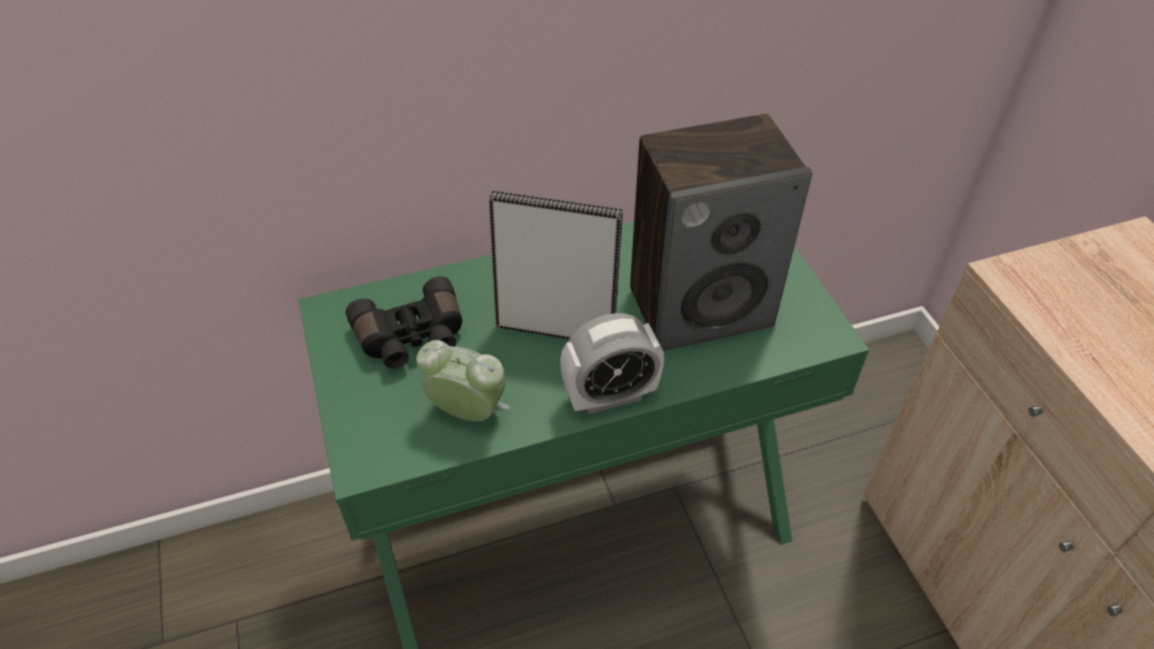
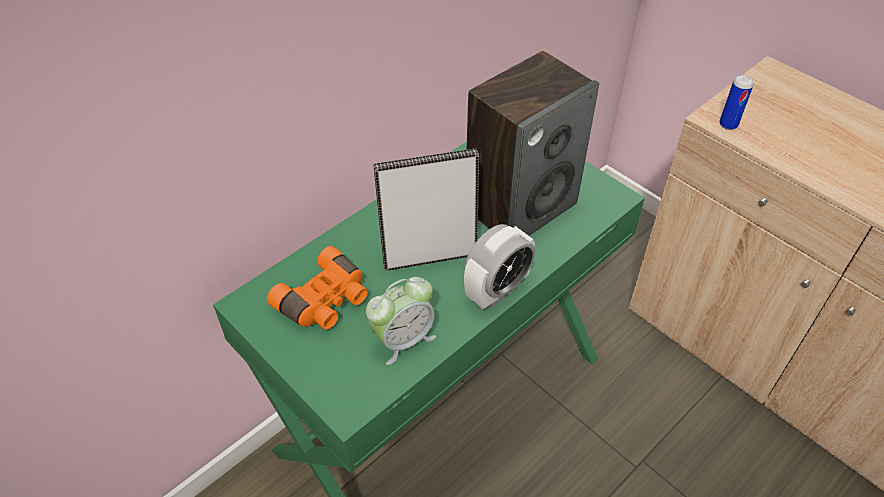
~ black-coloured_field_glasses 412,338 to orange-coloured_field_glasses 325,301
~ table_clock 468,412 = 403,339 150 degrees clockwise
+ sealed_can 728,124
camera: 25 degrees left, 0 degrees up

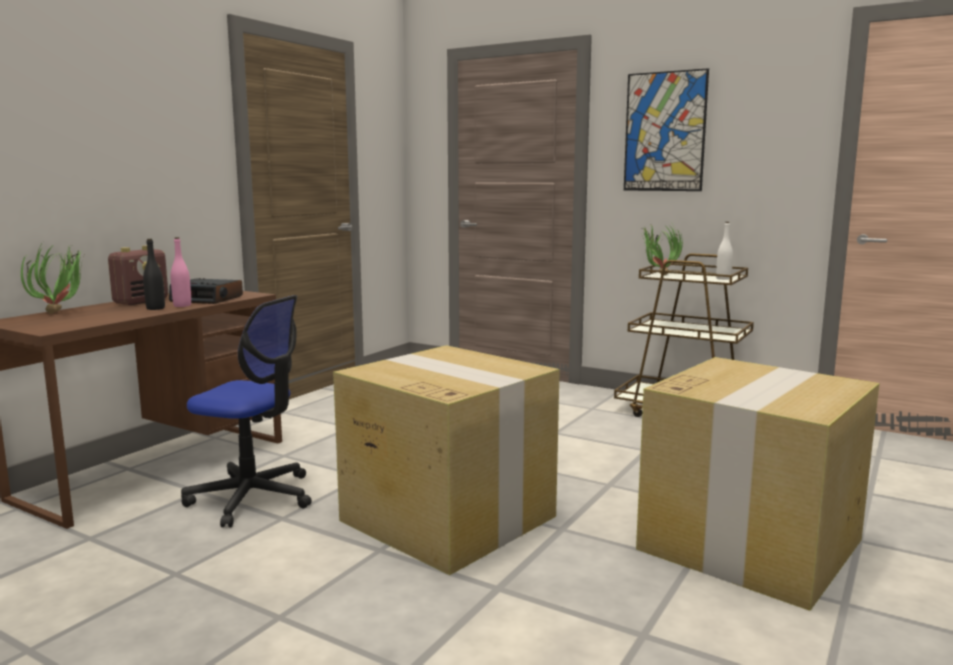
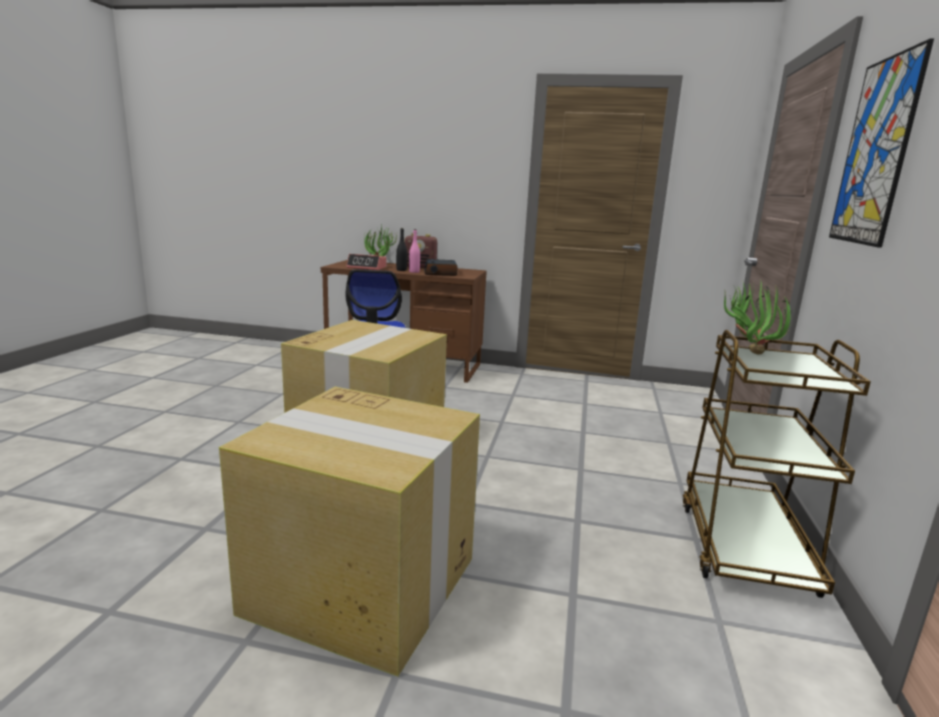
- whitish_beverage_bottle 723,279
+ table_clock 367,267
camera: 70 degrees right, 5 degrees up

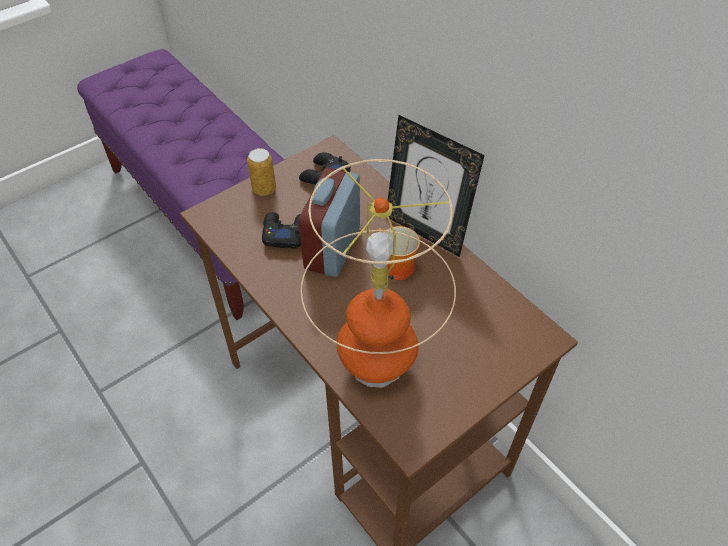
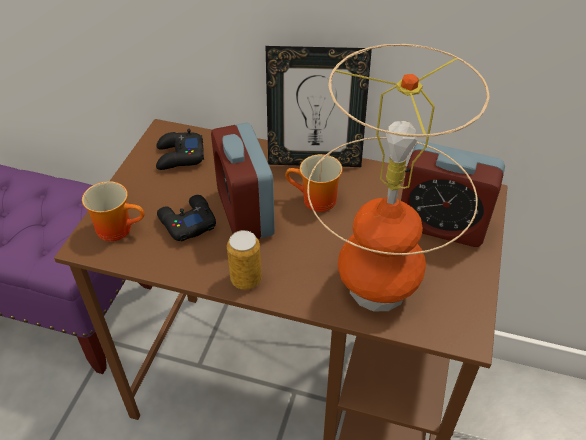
~ sealed_can 264,189 to 246,279
+ table_clock 441,225
+ tea_mug 119,227
camera: 35 degrees left, 5 degrees down

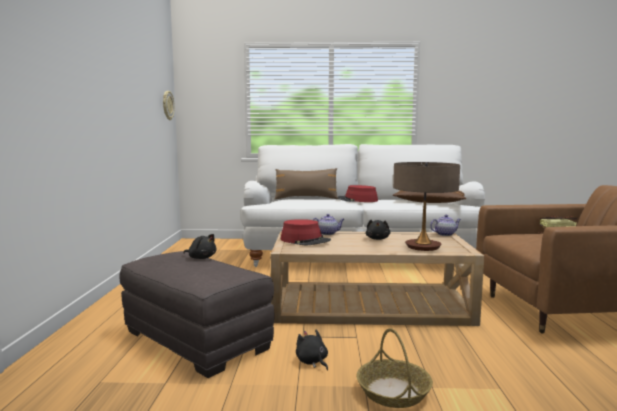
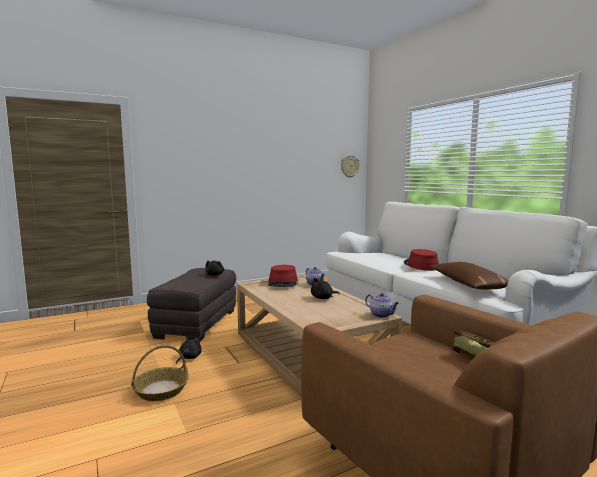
- lamp_for_a_table 423,247
- brown-coloured_pillow 306,198
camera: 60 degrees right, 0 degrees up

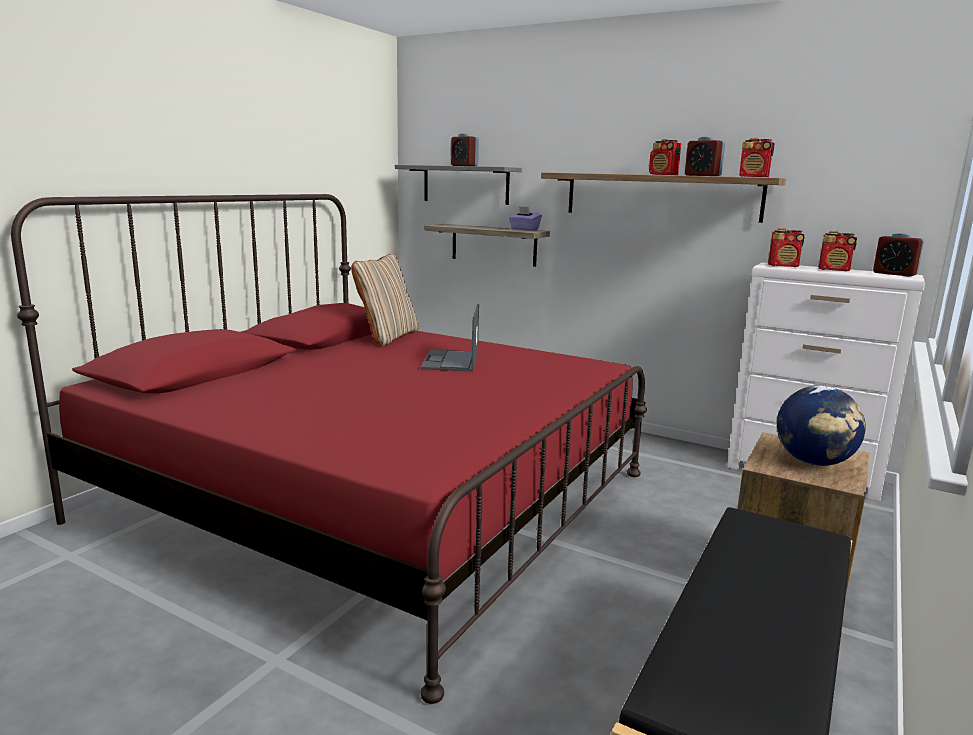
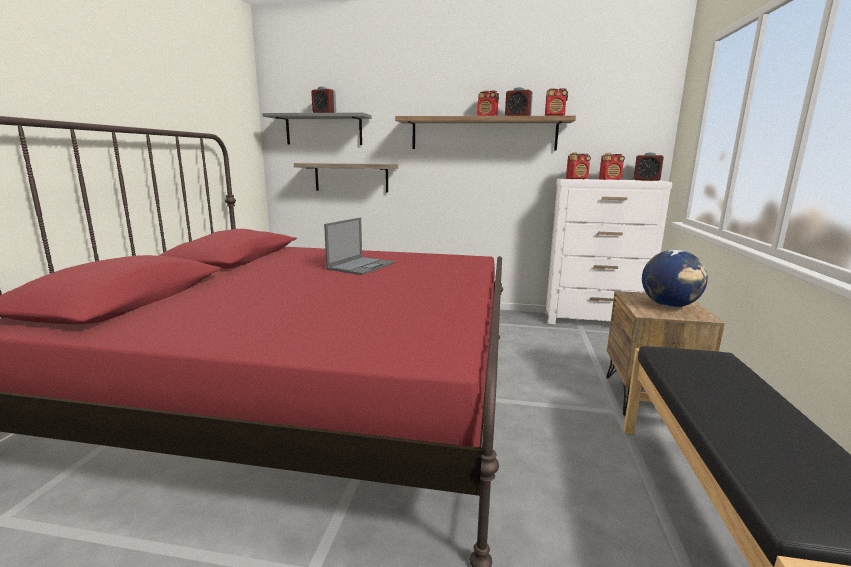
- purplish_box_of_tissues 524,229
- sand-coloured_pillow 387,337
~ notebook_computer 451,361 = 361,266 135 degrees counterclockwise
camera: 20 degrees left, 0 degrees up

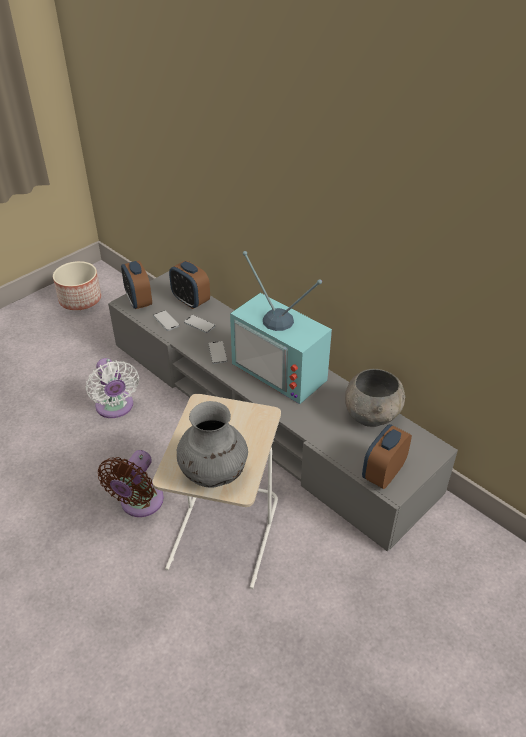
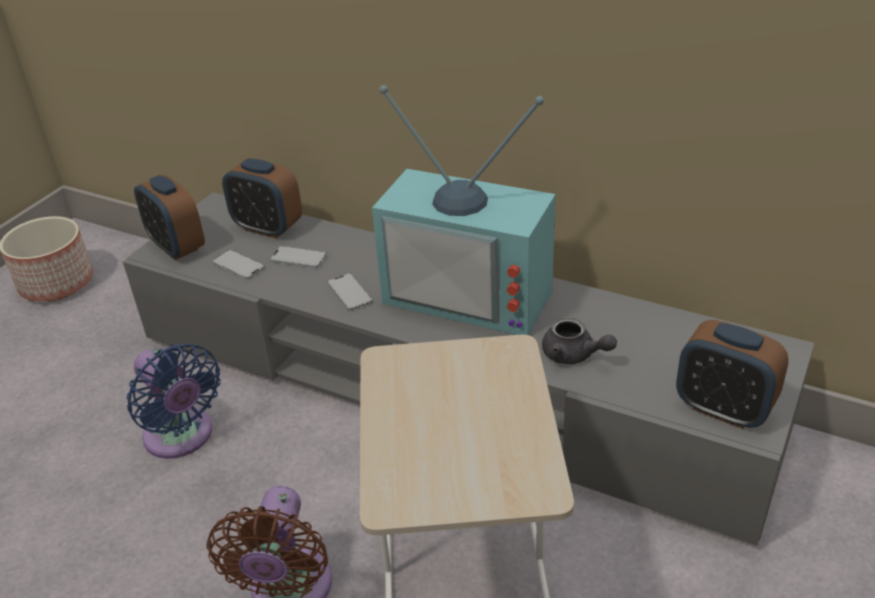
~ whitish_electric_fan 115,407 to blue_electric_fan 182,437
- grey_serving_bowl 372,416
- grey_vase 213,474
~ table_clock 383,473 = 723,409 75 degrees counterclockwise
+ grey_pot_for_tea 574,355
camera: 15 degrees left, 5 degrees down

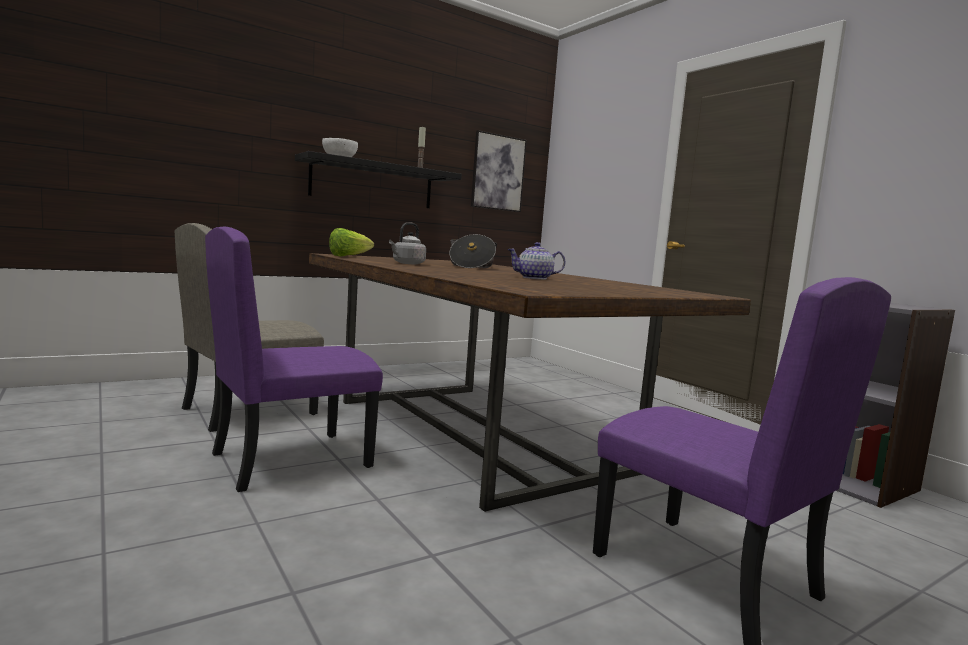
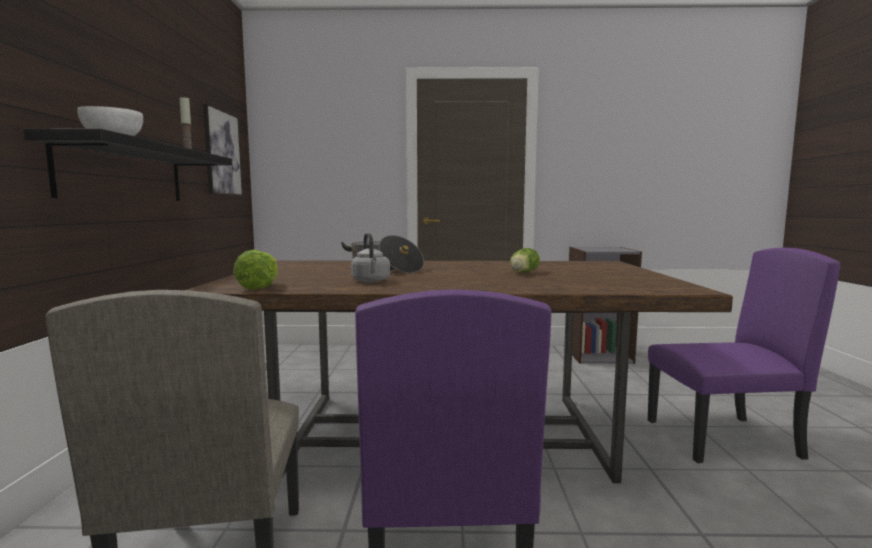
~ pot_for_tea 535,278 to lettuce_head 522,273
camera: 55 degrees left, 0 degrees up

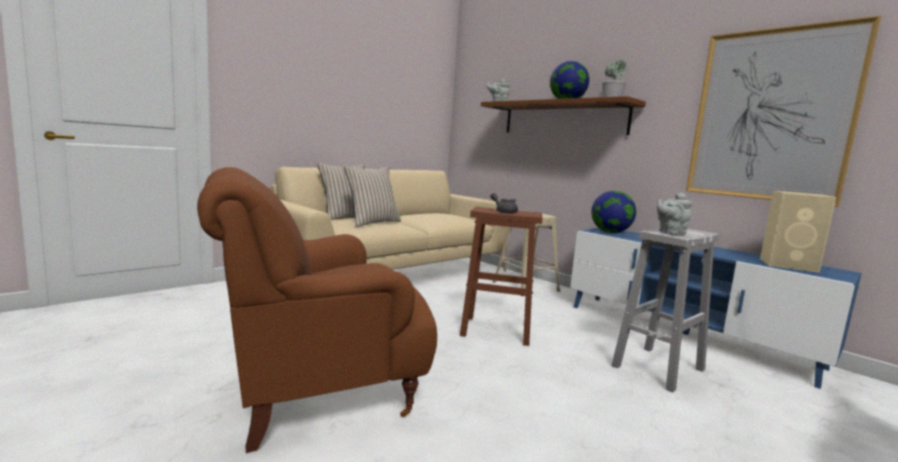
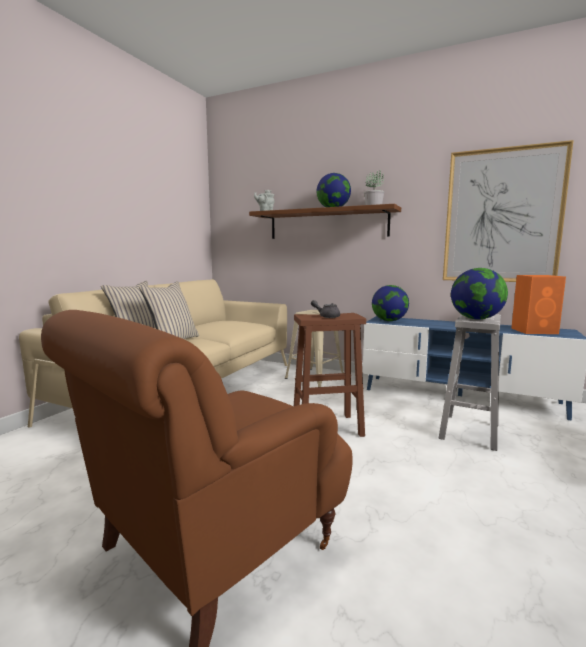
~ sand-coloured_loudspeaker 789,265 to orange-coloured_loudspeaker 535,331
~ grey_pot_for_tea 670,232 to desk_globe 476,319
camera: 20 degrees left, 0 degrees up

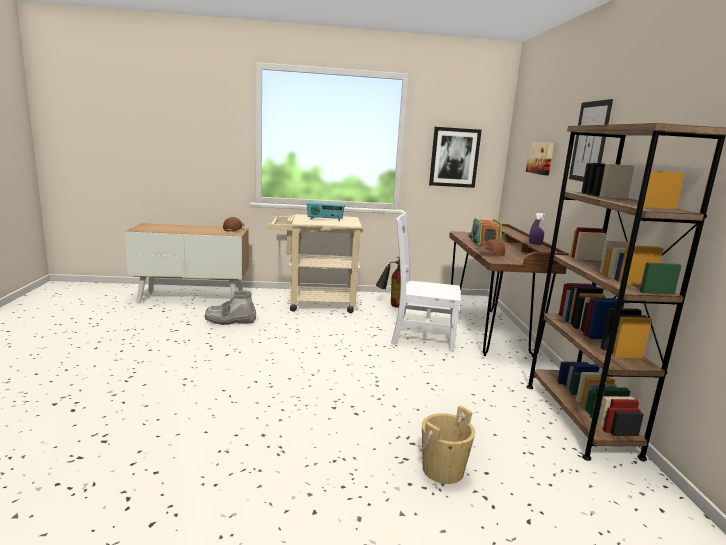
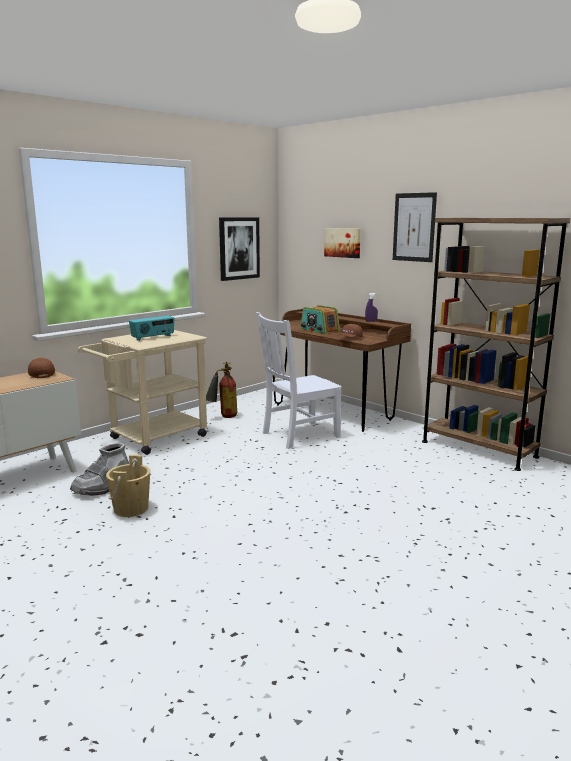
~ sand-coloured_water_bucket 443,470 to 131,509
camera: 40 degrees left, 0 degrees up

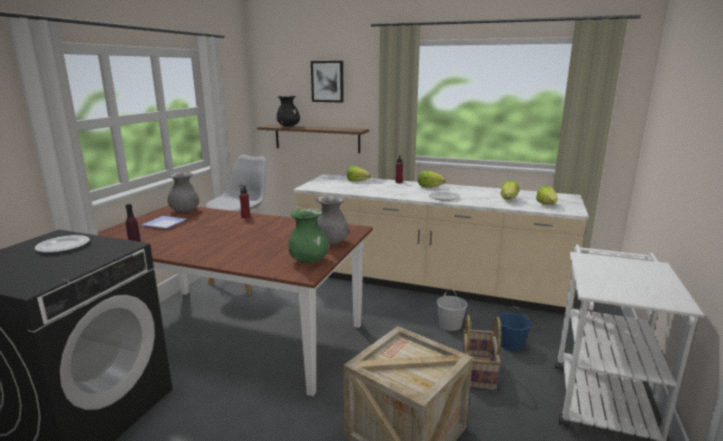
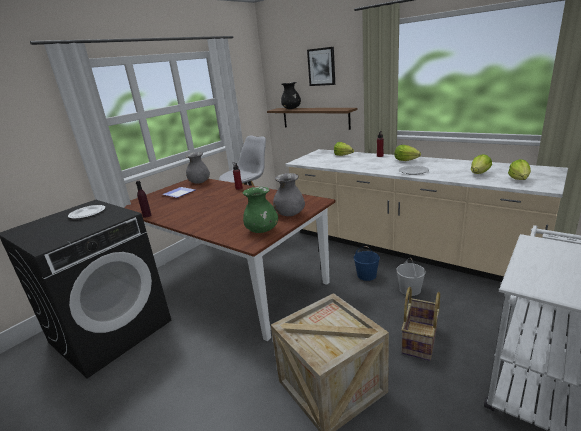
~ blue_water_bucket 511,344 to 367,275
camera: 20 degrees right, 5 degrees up

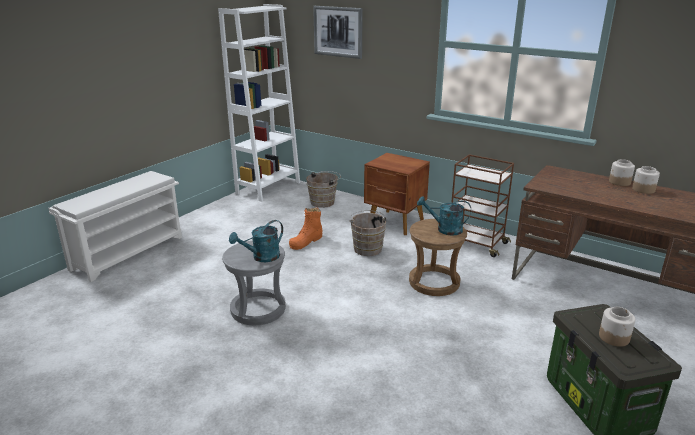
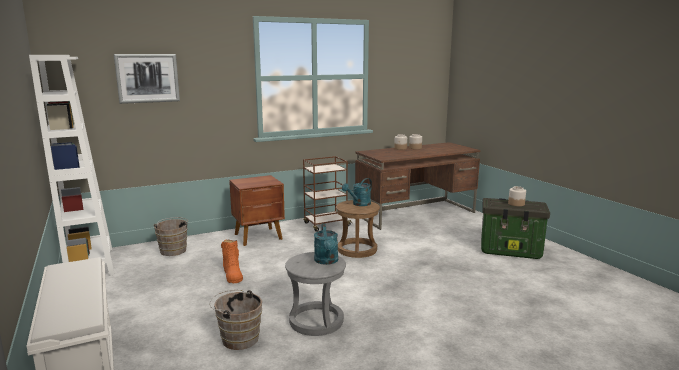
~ brown-coloured_water_bucket 367,248 to 238,338
camera: 60 degrees left, 10 degrees down

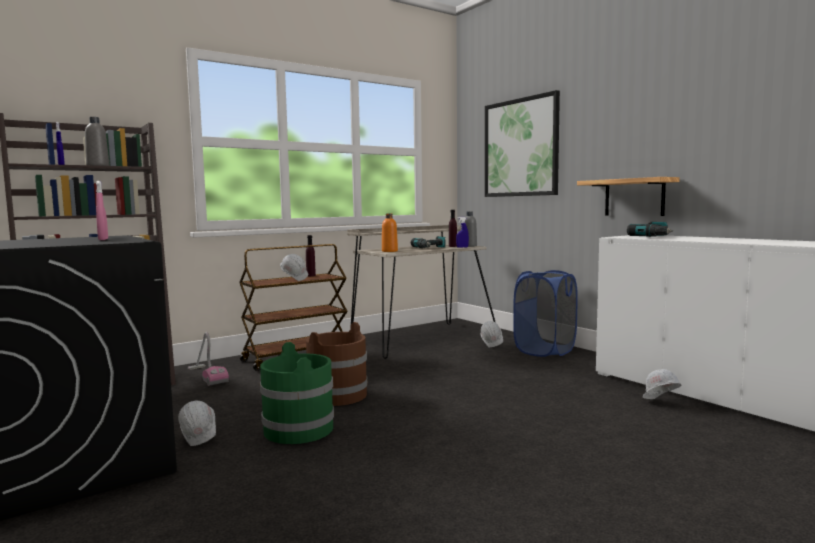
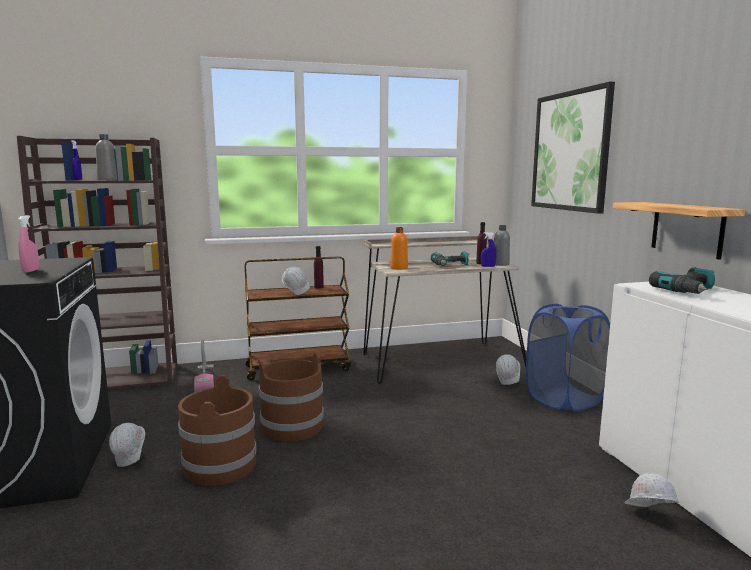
~ greenish_water_bucket 299,429 to brown-coloured_water_bucket 220,466
camera: 20 degrees right, 5 degrees up

